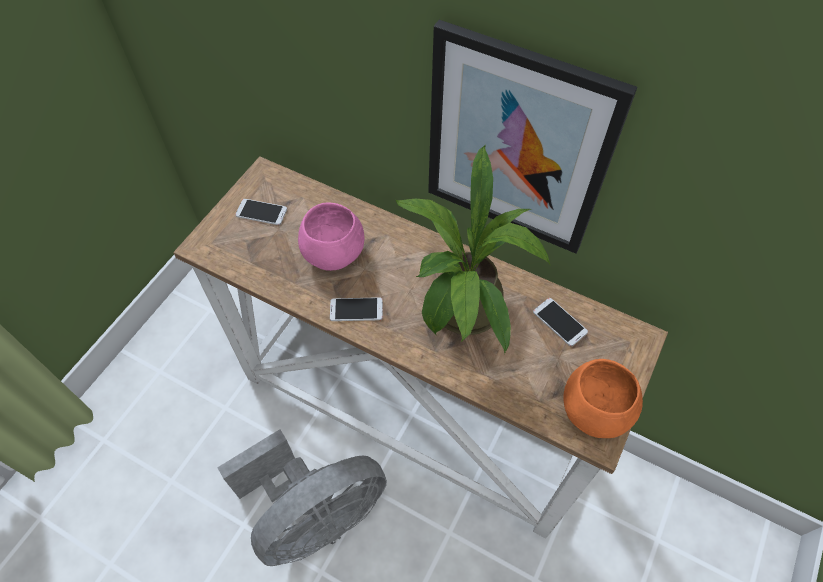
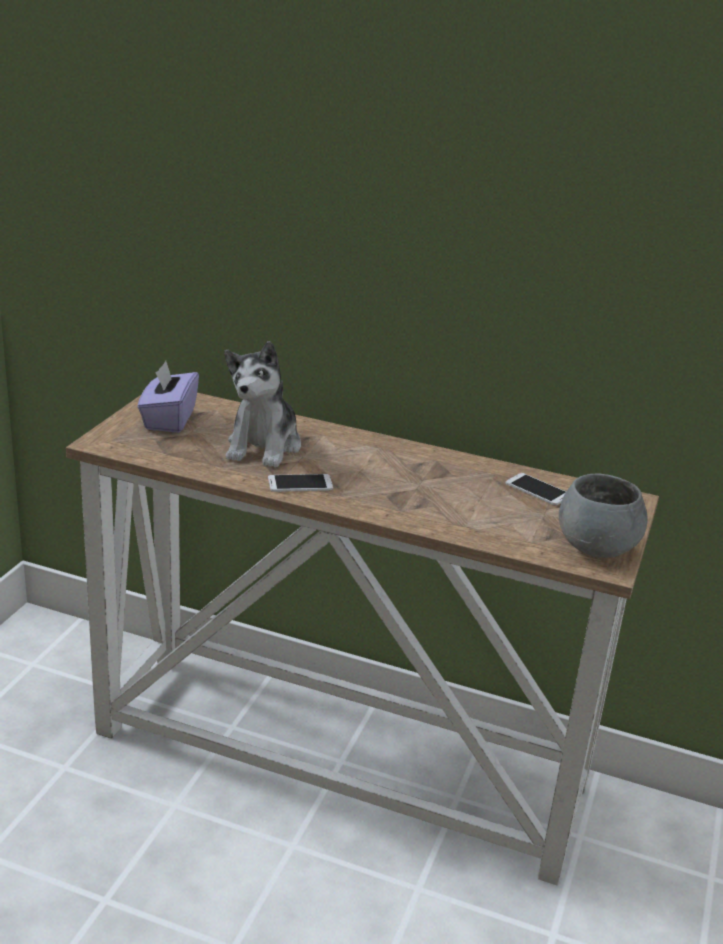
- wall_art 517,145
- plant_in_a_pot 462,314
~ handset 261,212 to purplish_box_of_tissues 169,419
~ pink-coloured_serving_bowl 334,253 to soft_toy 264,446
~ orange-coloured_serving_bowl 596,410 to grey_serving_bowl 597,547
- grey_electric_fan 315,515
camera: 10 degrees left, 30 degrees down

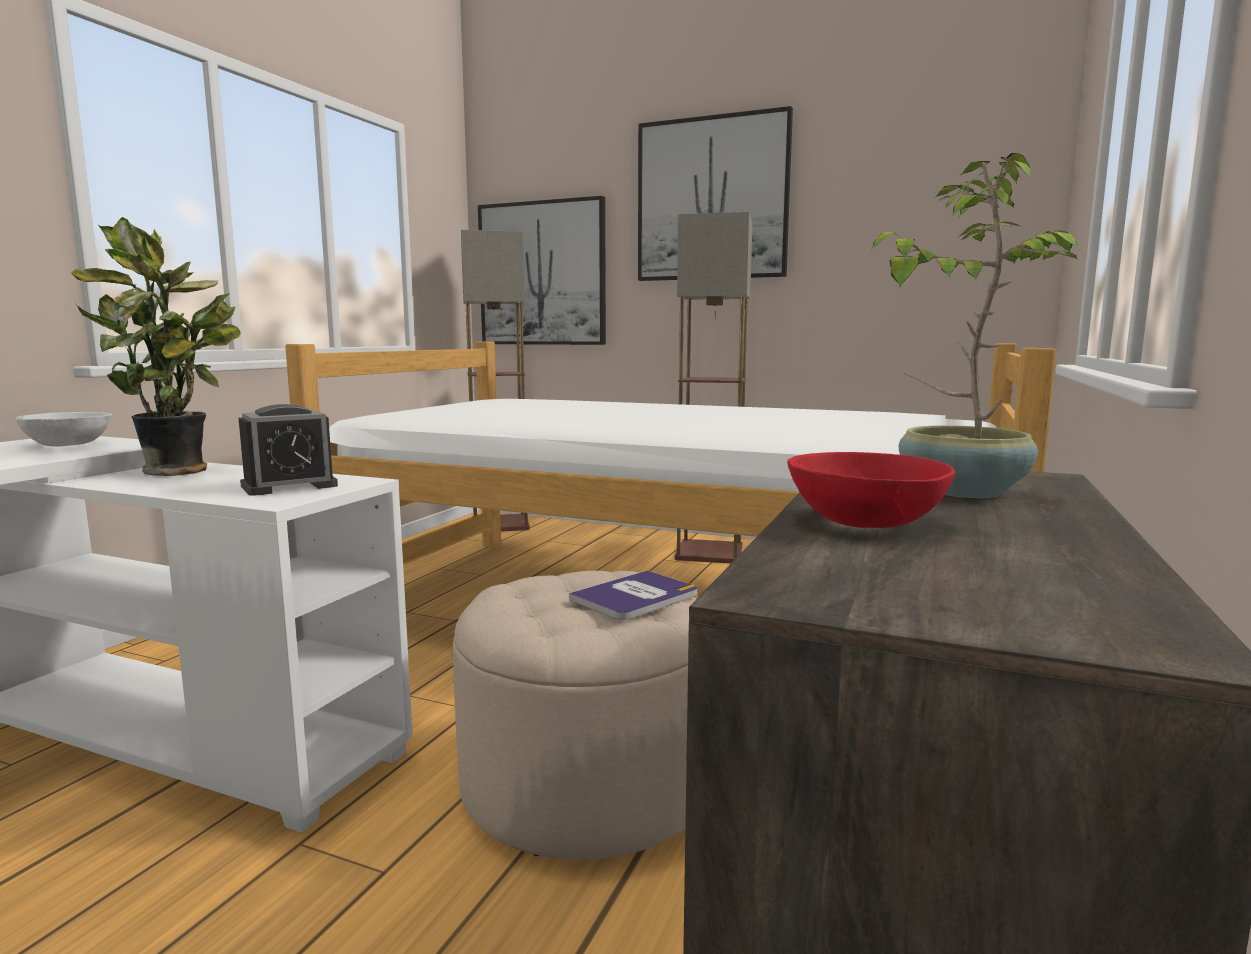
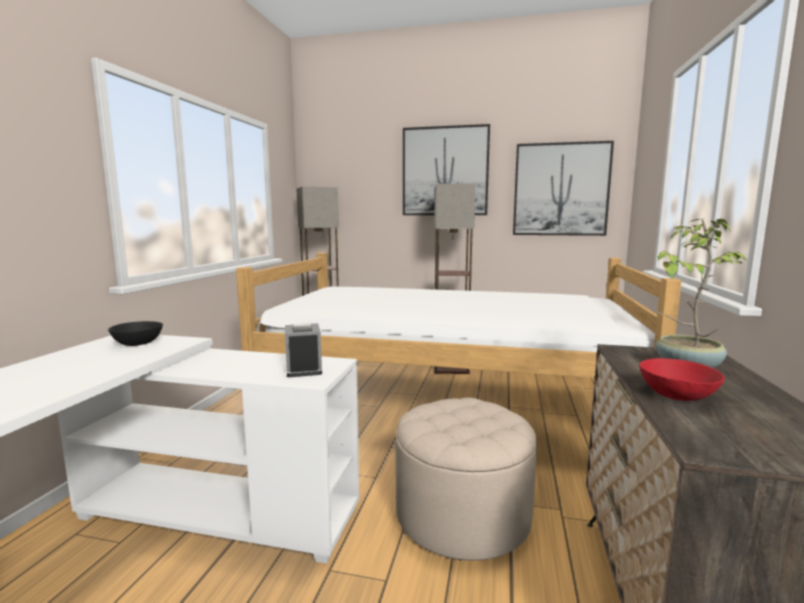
~ wall_art 542,274 to 560,189
- plant_in_a_pot 180,472
~ table_clock 289,486 = 304,368 60 degrees counterclockwise
~ whitish_serving_bowl 67,444 to black-coloured_serving_bowl 137,343
- volume 635,597
camera: 10 degrees left, 0 degrees up

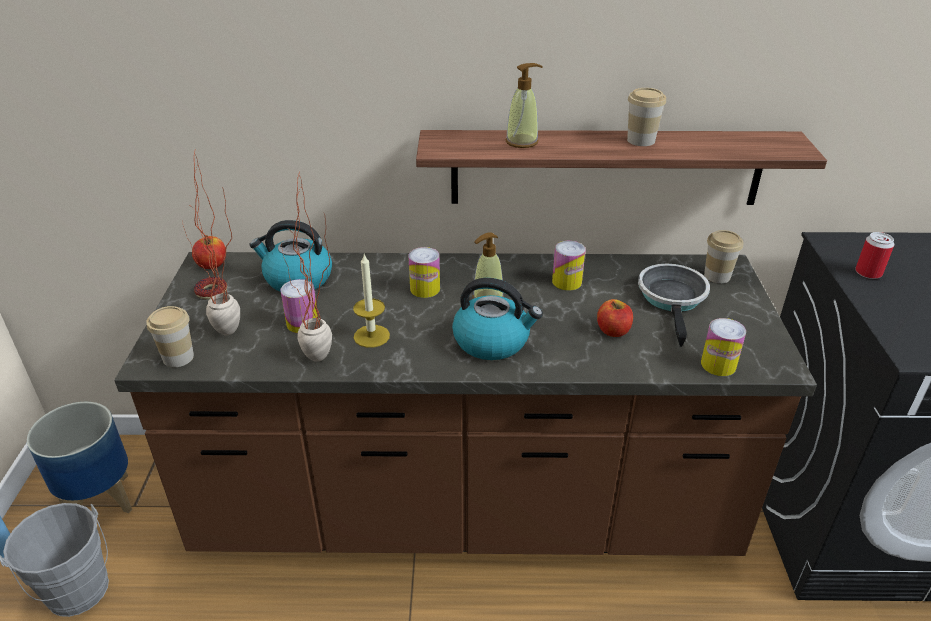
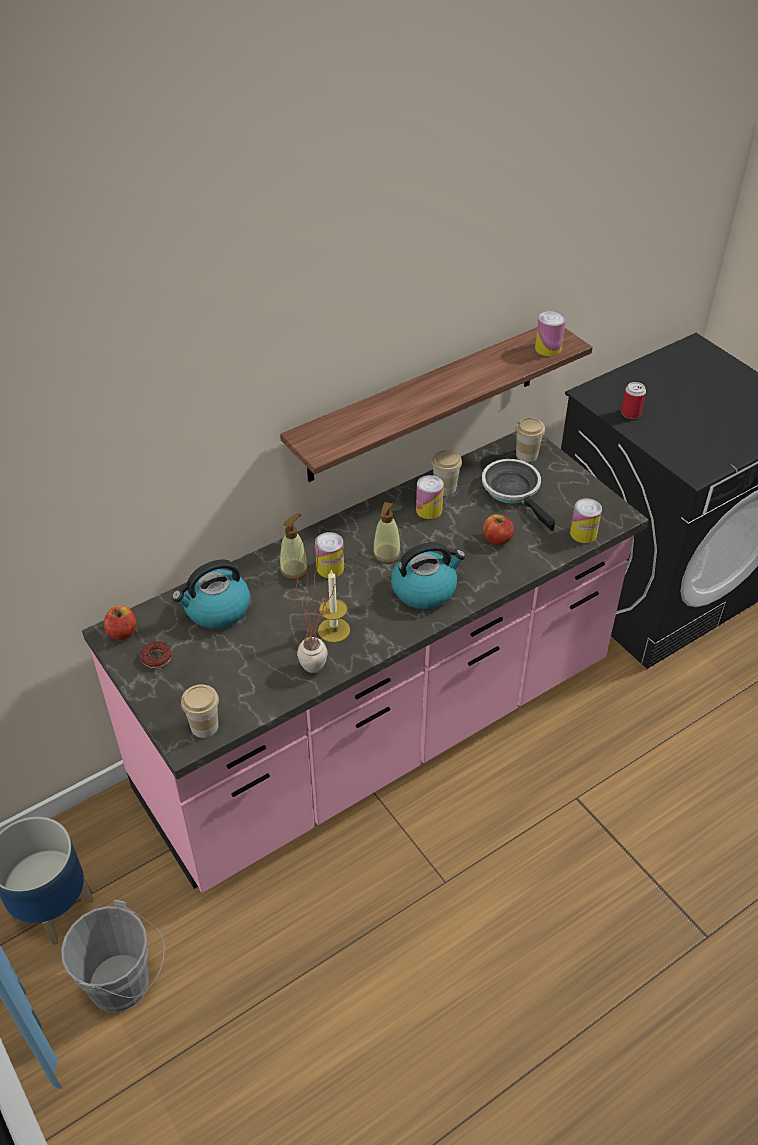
~ soap_bottle 522,142 to 294,569
~ small_cup 641,140 to 445,488
- plant_in_a_pot 231,336
~ brown-coloured_kitchen_base_unit 465,508 to pink-coloured_kitchen_base_unit 378,731
~ sealed_can 302,323 to 548,348
camera: 35 degrees left, 10 degrees up

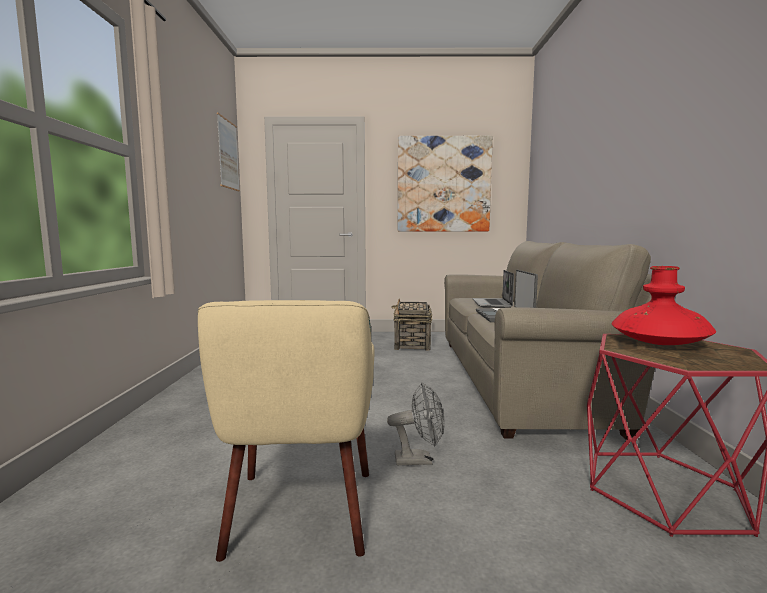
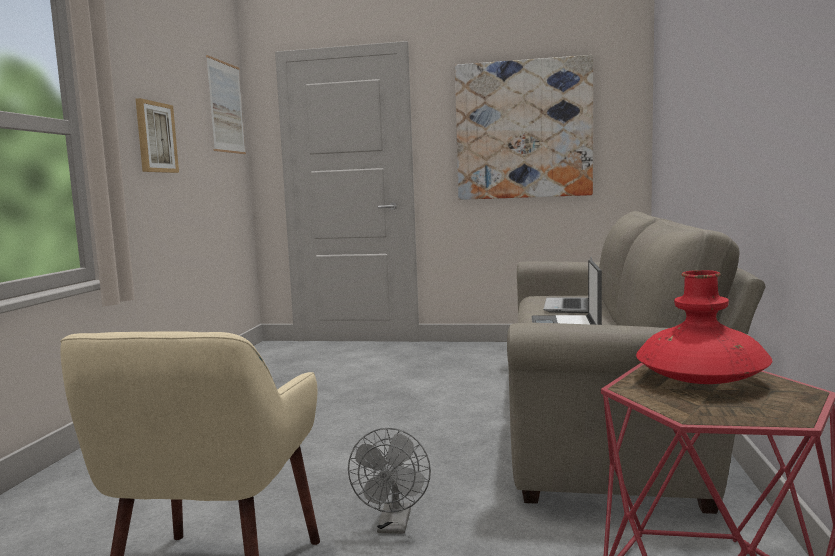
- storage_basket 412,343
~ grey_electric_fan 419,459 = 394,526 90 degrees clockwise
+ wall_art 155,137
camera: 10 degrees right, 0 degrees up

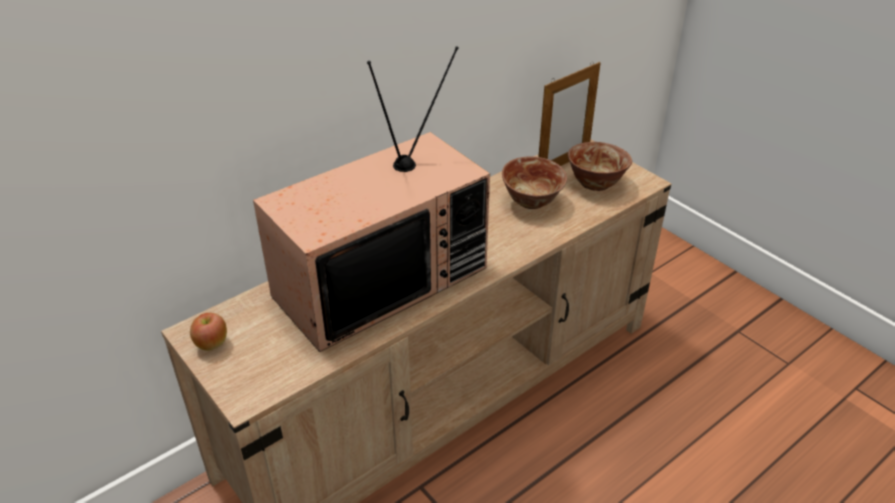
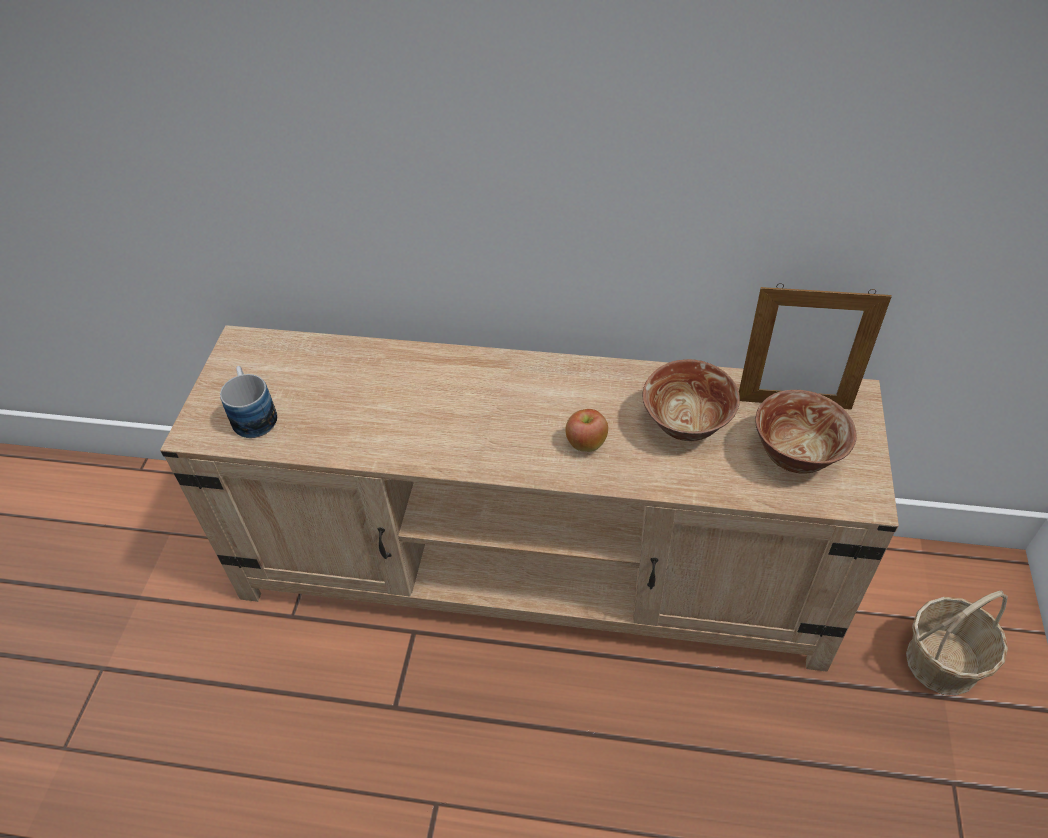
- TV 381,279
~ apple 212,344 to 586,443
+ tea_mug 253,414
+ storage_basket 943,662
camera: 50 degrees right, 10 degrees up

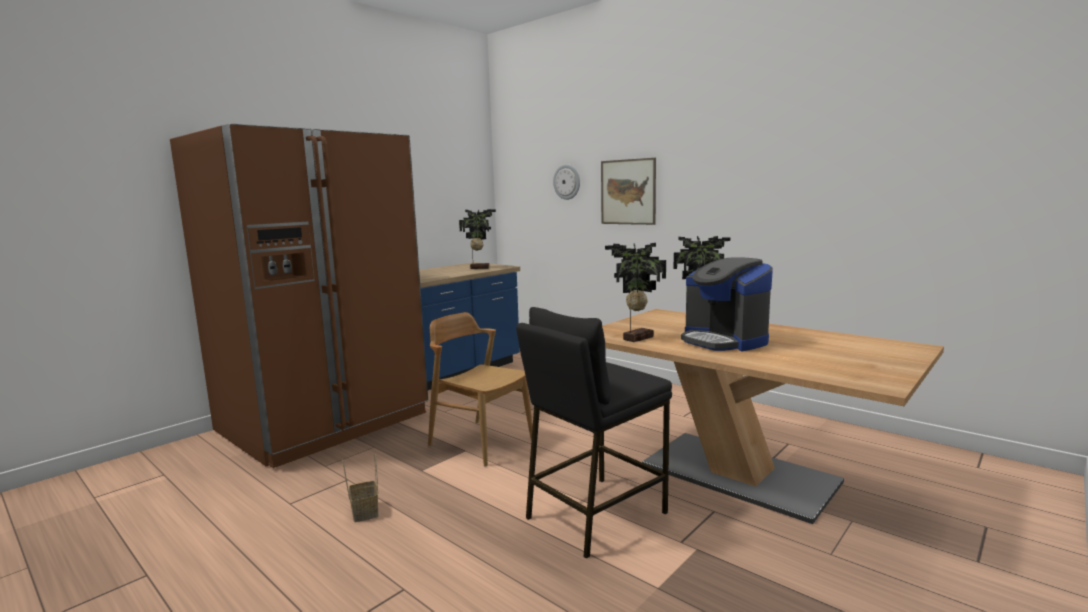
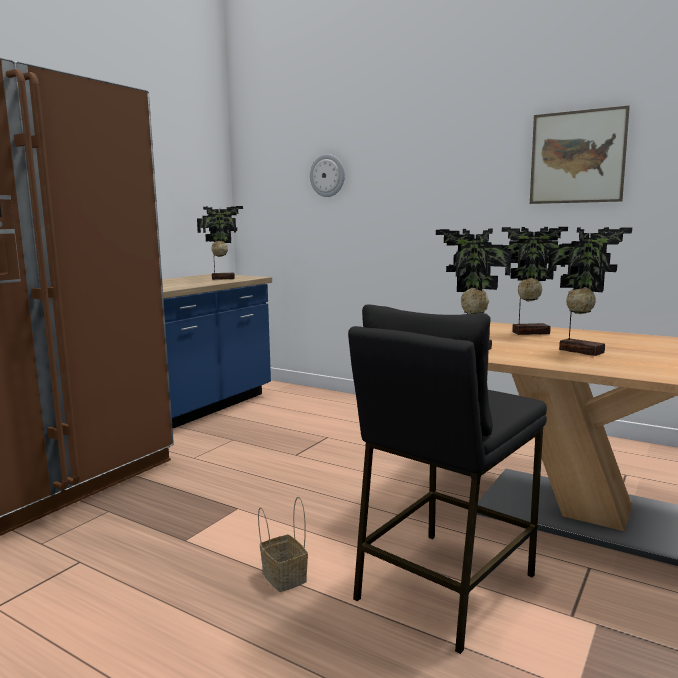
~ wall_art 628,192 to 577,157
~ coffee_maker 724,341 to plant_in_a_pot 581,351
- brown-coloured_upright_chair 481,442
~ storage_basket 364,511 to 282,576
camera: 10 degrees left, 0 degrees up

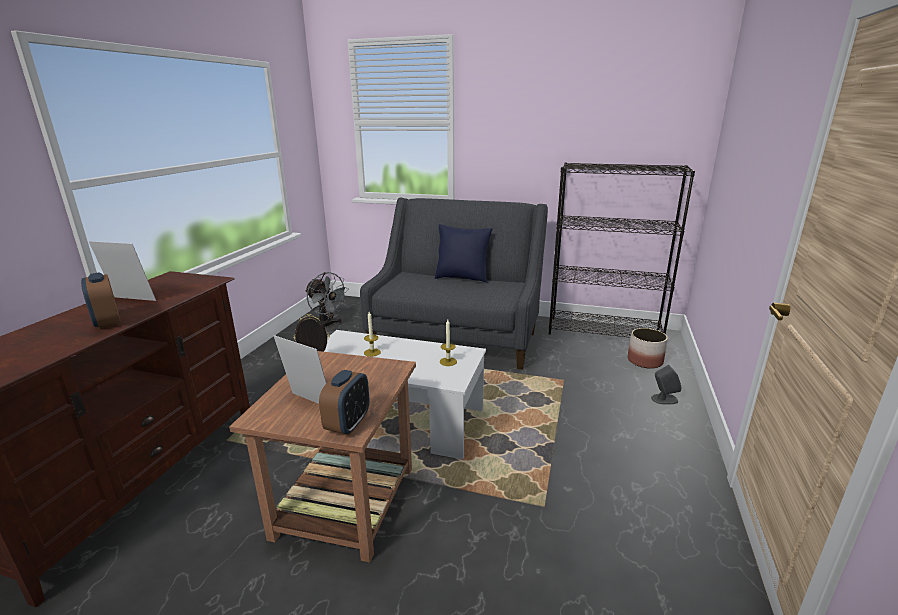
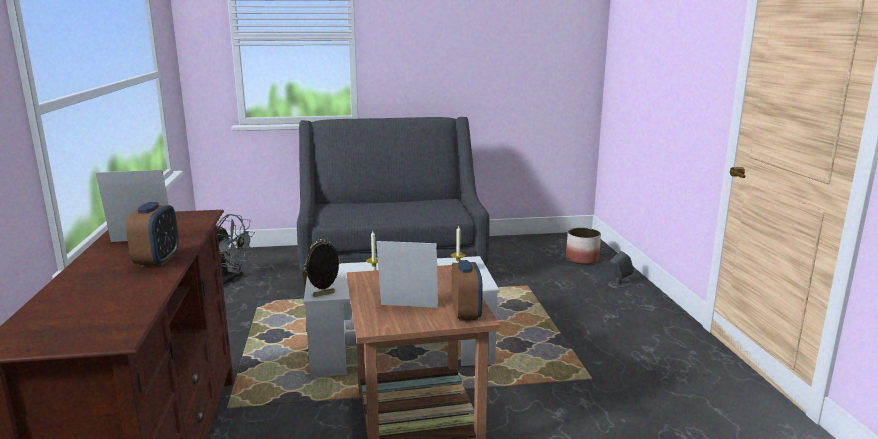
- black-coloured_bookshelf 605,331
- blue_pillow 462,278
~ table_clock 107,322 = 157,260 120 degrees counterclockwise
camera: 25 degrees left, 5 degrees down

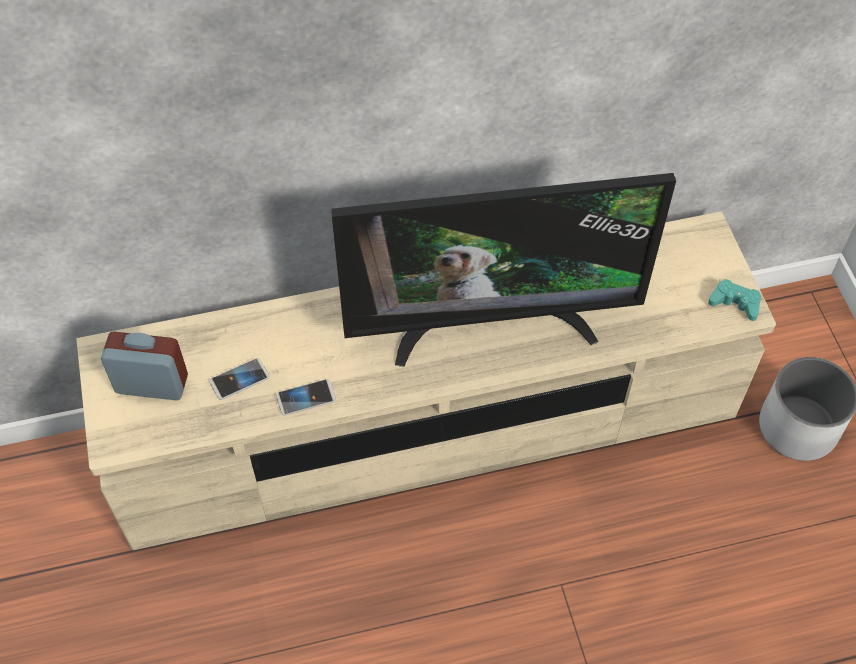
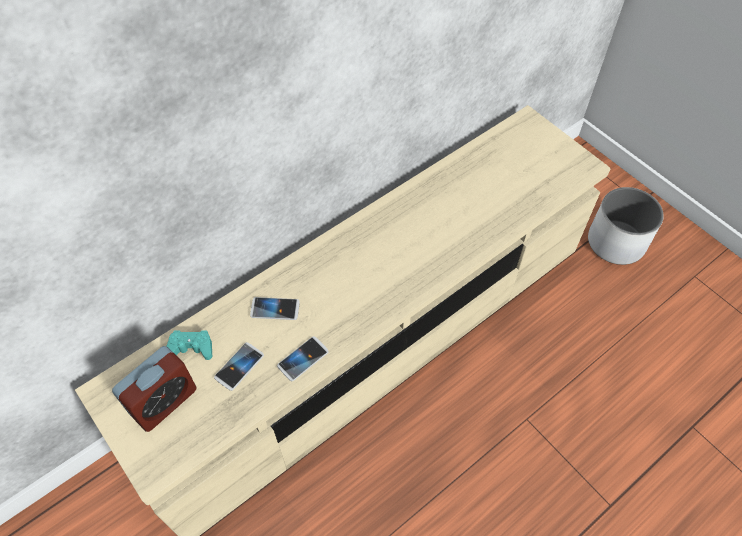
- TV 491,323
~ turquoise_gamepad 735,303 to 191,348
~ table_clock 152,384 = 164,402 150 degrees clockwise
+ handset 275,309
camera: 25 degrees left, 0 degrees up

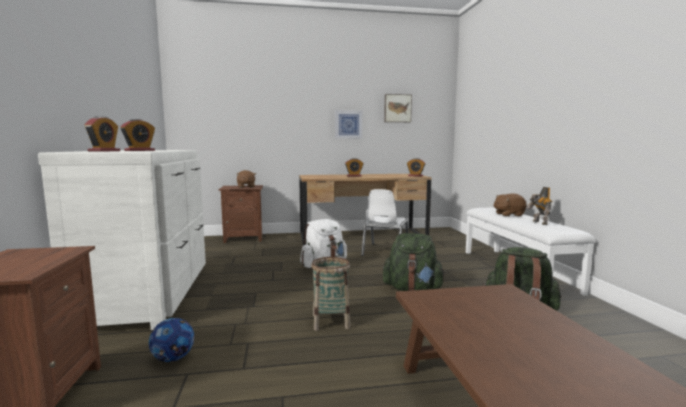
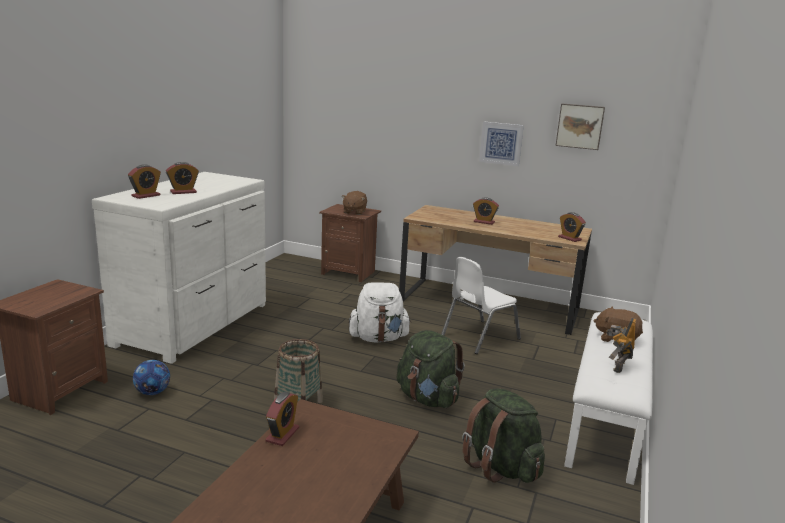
+ table_clock 282,434
camera: 30 degrees right, 10 degrees up

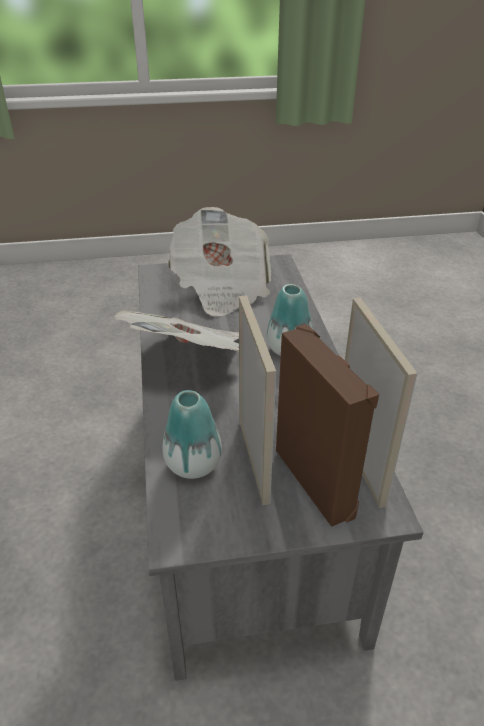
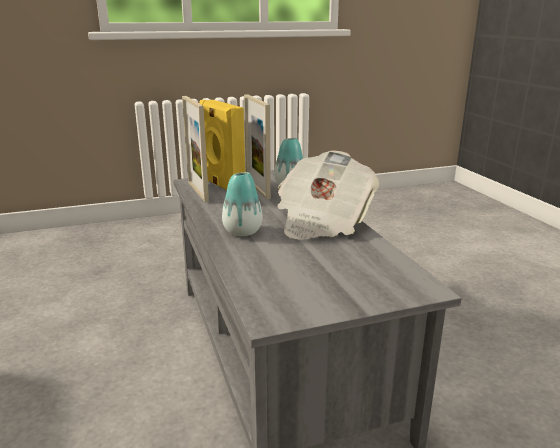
- daily_paper 221,287
~ brown-coloured_loudspeaker 317,481 to yellow_loudspeaker 222,186
camera: 170 degrees right, 15 degrees down

